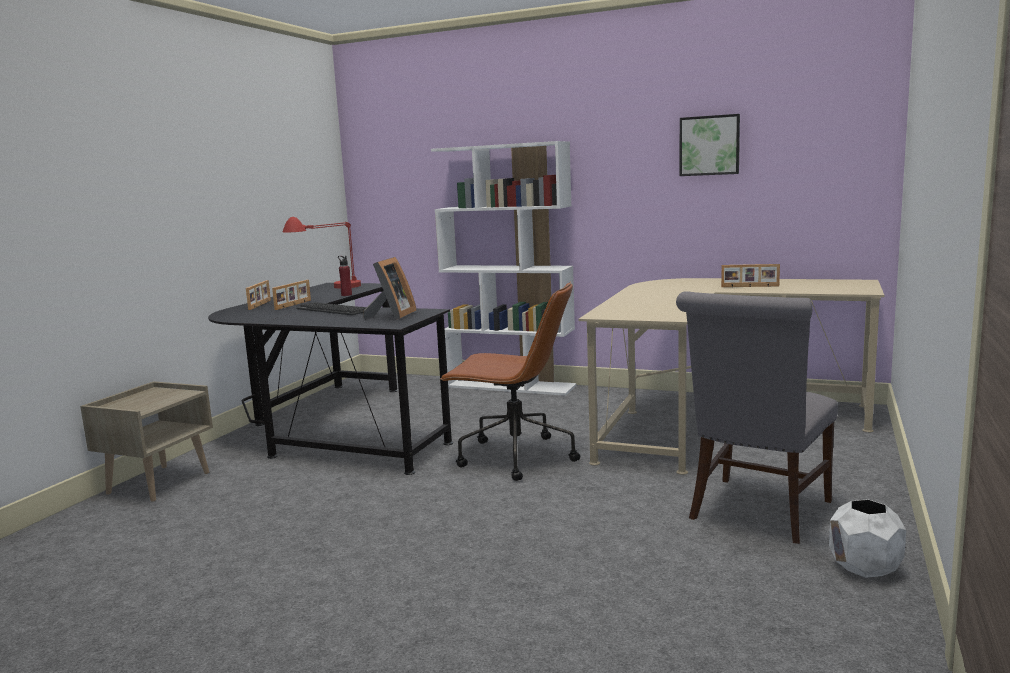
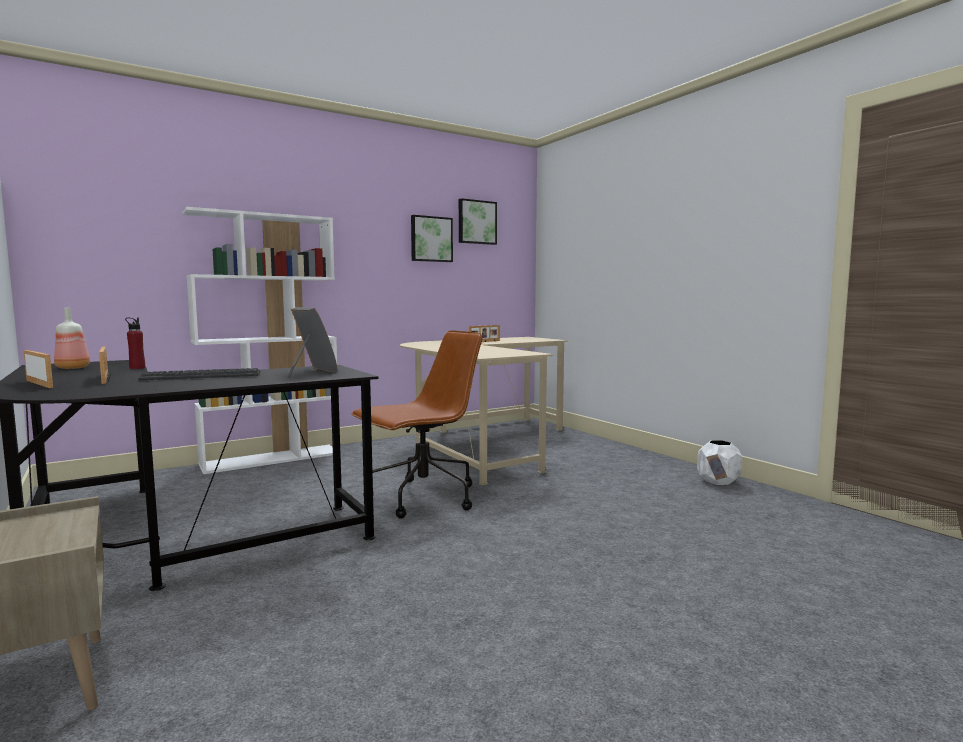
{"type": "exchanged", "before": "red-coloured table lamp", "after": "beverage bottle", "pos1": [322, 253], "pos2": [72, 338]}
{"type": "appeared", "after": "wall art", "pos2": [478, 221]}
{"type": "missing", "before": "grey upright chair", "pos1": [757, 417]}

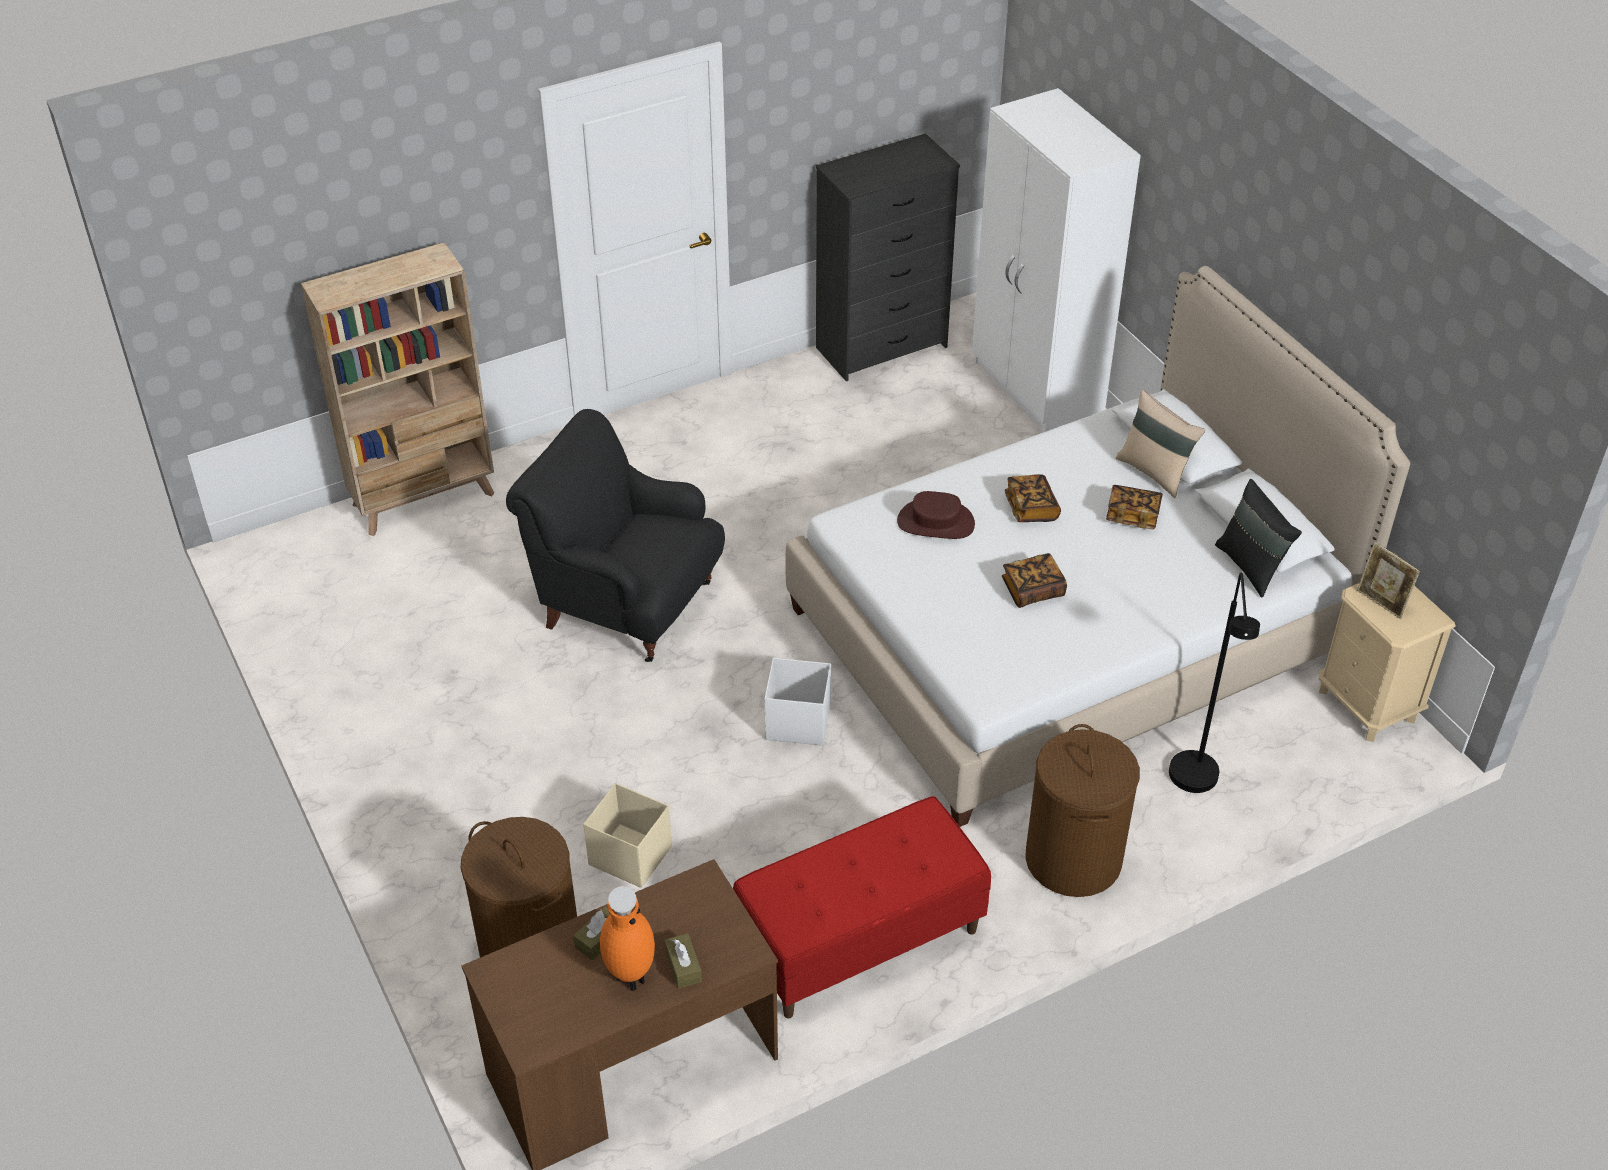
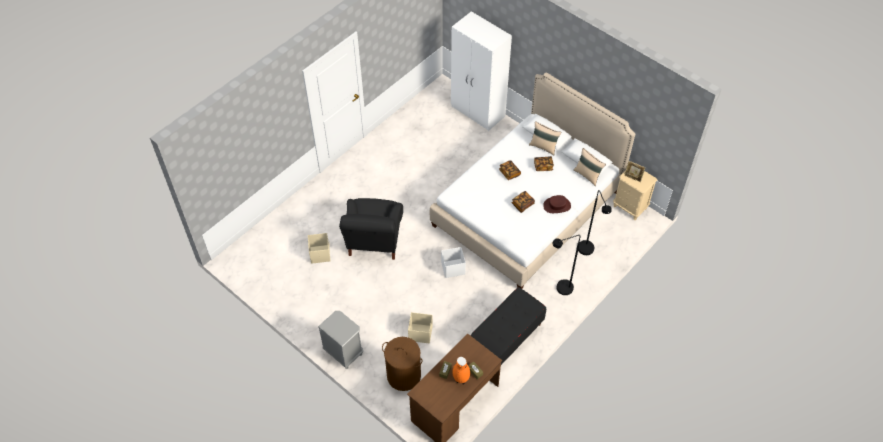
{"type": "appeared", "after": "beige-coloured storage box", "pos2": [319, 248]}
{"type": "appeared", "after": "grey bedside table", "pos2": [340, 340]}
{"type": "spun", "before": "blackish lounge chair", "pos1": [615, 535], "pos2": [371, 229], "turn": -90}
{"type": "colour", "before": "red-coloured long seat", "after": "blackish long seat", "pos1": [862, 907], "pos2": [508, 326]}
{"type": "relocated", "before": "brown wearable hat", "pos1": [936, 515], "pos2": [557, 204]}
{"type": "exchanged", "before": "brown washing basket", "after": "blackish floor lamp", "pos1": [1082, 810], "pos2": [566, 265]}
{"type": "colour", "before": "blackish throw pillow", "after": "beige-coloured throw pillow", "pos1": [1258, 538], "pos2": [590, 167]}
{"type": "missing", "before": "beige-coloured shelving unit", "pos1": [397, 389]}
{"type": "missing", "before": "blackish chest of drawers", "pos1": [888, 257]}

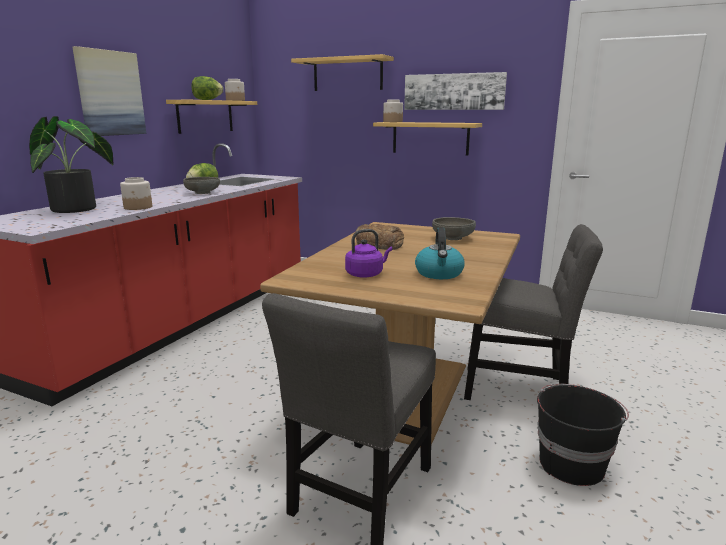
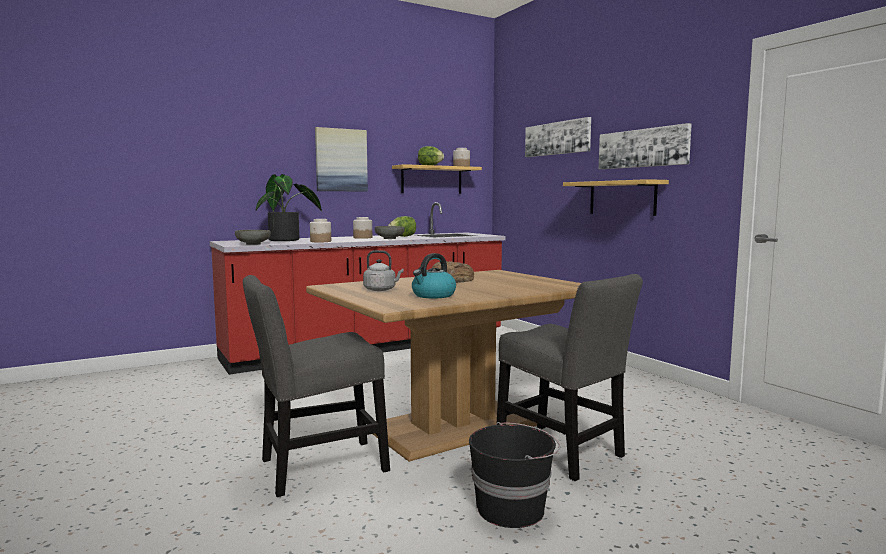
{"type": "relocated", "before": "grey bowl", "pos1": [454, 228], "pos2": [253, 237]}
{"type": "relocated", "before": "storage jar", "pos1": [393, 111], "pos2": [362, 228]}
{"type": "colour", "before": "purple-coloured tea kettle", "after": "grey tea kettle", "pos1": [368, 253], "pos2": [383, 270]}
{"type": "exchanged", "before": "bracket shelf", "after": "wall art", "pos1": [342, 72], "pos2": [558, 137]}

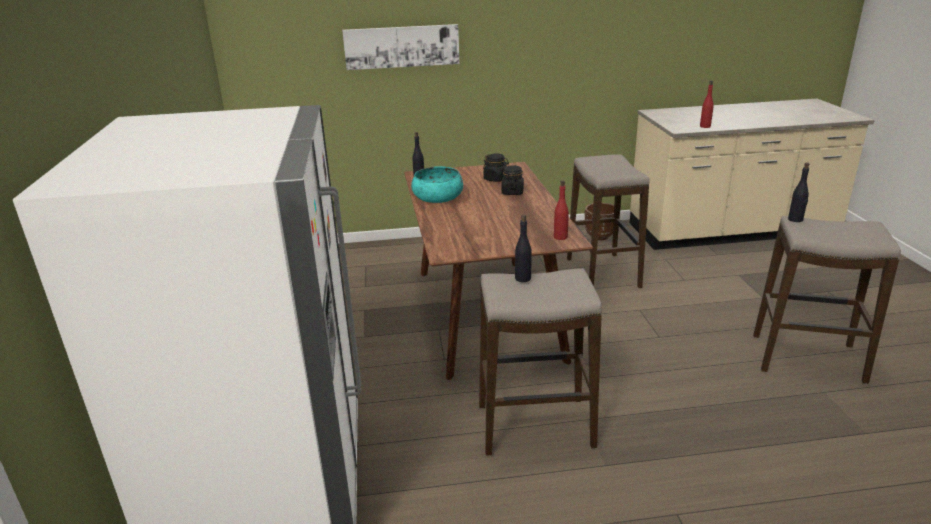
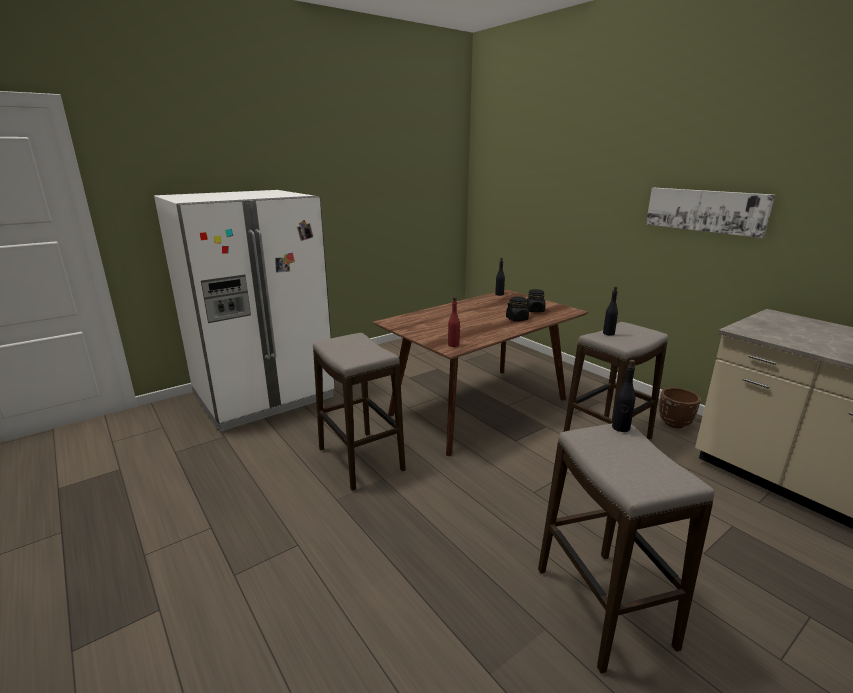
{"type": "relocated", "before": "blackish beverage bottle", "pos1": [523, 248], "pos2": [610, 310]}
{"type": "relocated", "before": "wall art", "pos1": [401, 47], "pos2": [710, 213]}
{"type": "missing", "before": "turquoise-coloured bowl", "pos1": [437, 184]}
{"type": "missing", "before": "red-coloured beverage bottle", "pos1": [707, 104]}

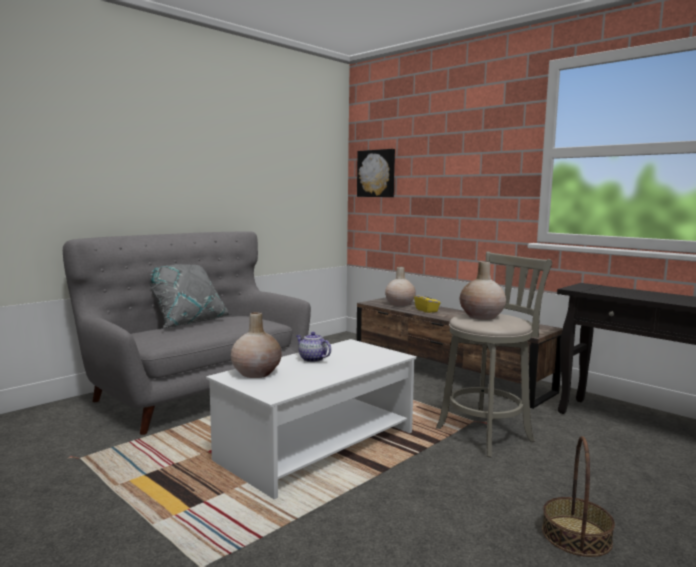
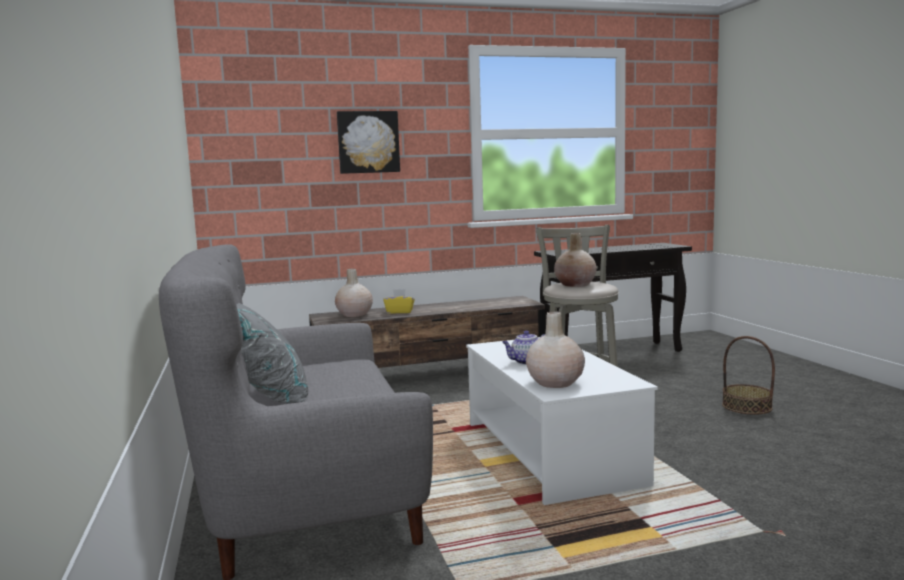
{"type": "relocated", "before": "wall art", "pos1": [376, 173], "pos2": [368, 142]}

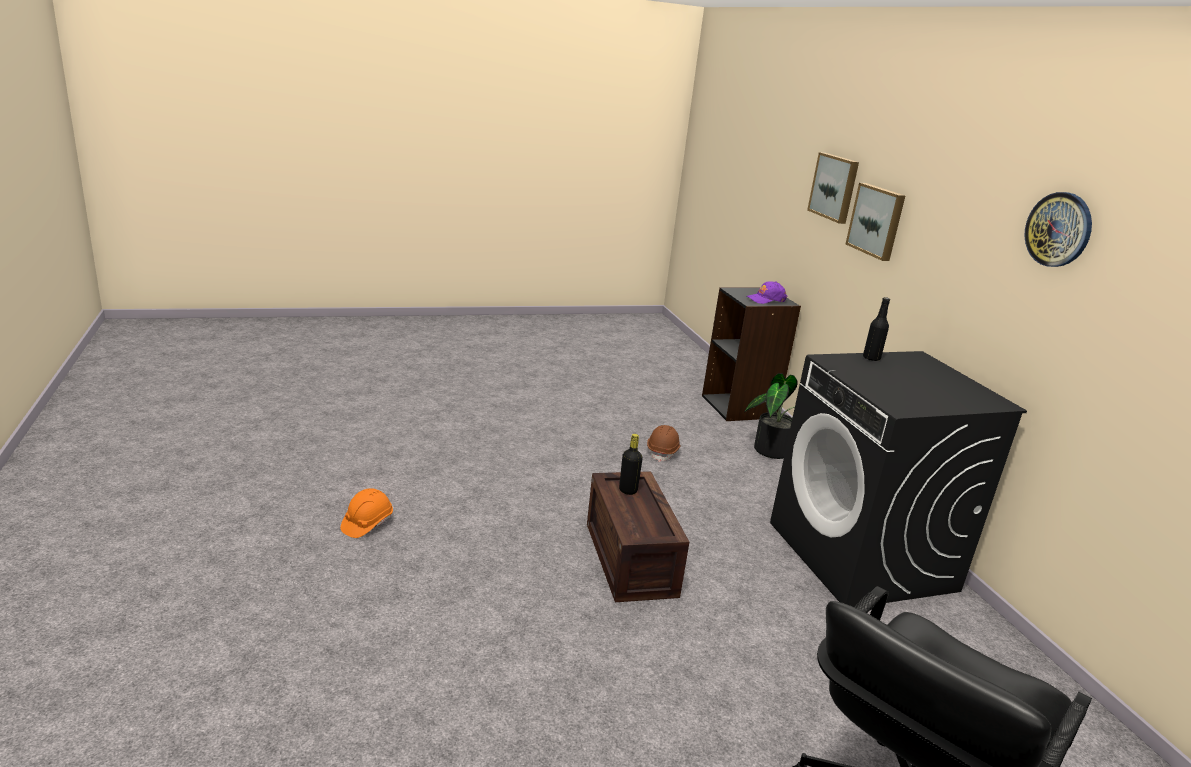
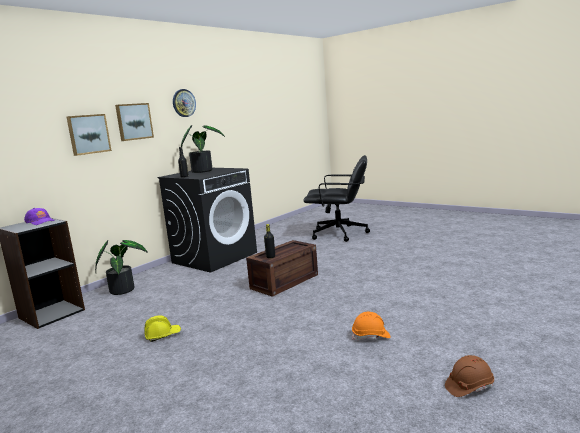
{"type": "relocated", "before": "wall art", "pos1": [833, 188], "pos2": [134, 122]}
{"type": "appeared", "after": "yellowish hard hat", "pos2": [162, 329]}
{"type": "appeared", "after": "plant in a pot", "pos2": [203, 149]}
{"type": "relocated", "before": "brown hard hat", "pos1": [664, 443], "pos2": [469, 376]}

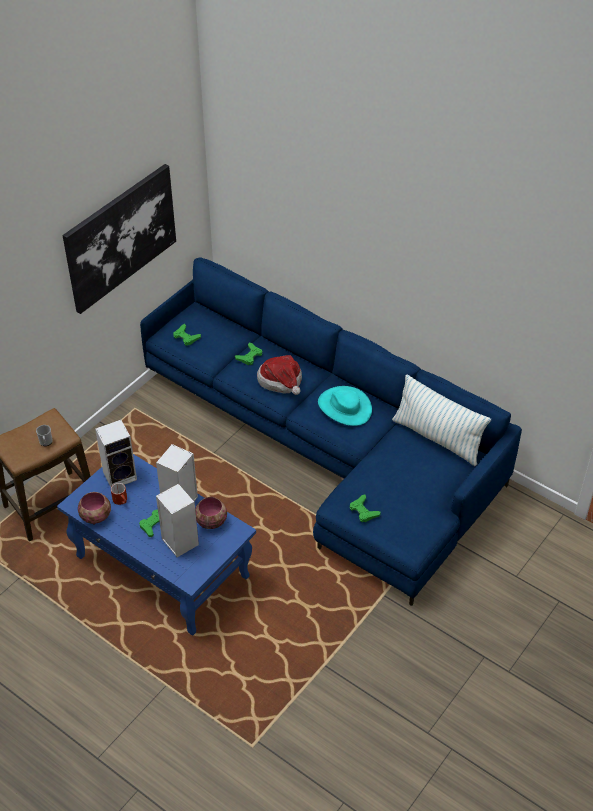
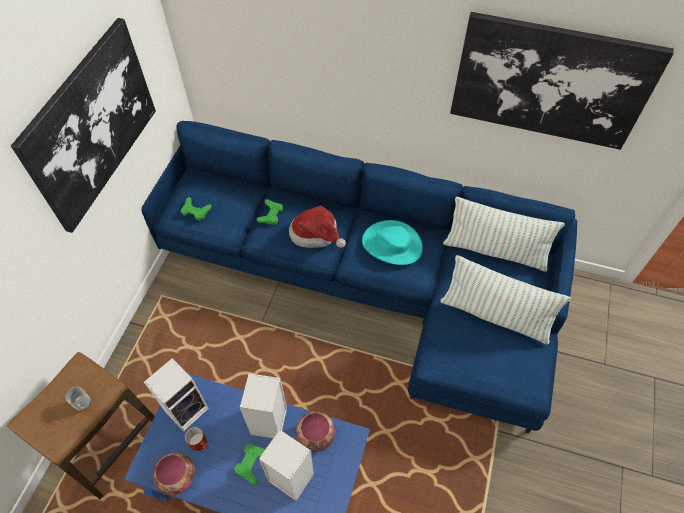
{"type": "appeared", "after": "throw pillow", "pos2": [505, 300]}
{"type": "appeared", "after": "wall art", "pos2": [562, 81]}
{"type": "missing", "before": "green joypad", "pos1": [365, 508]}

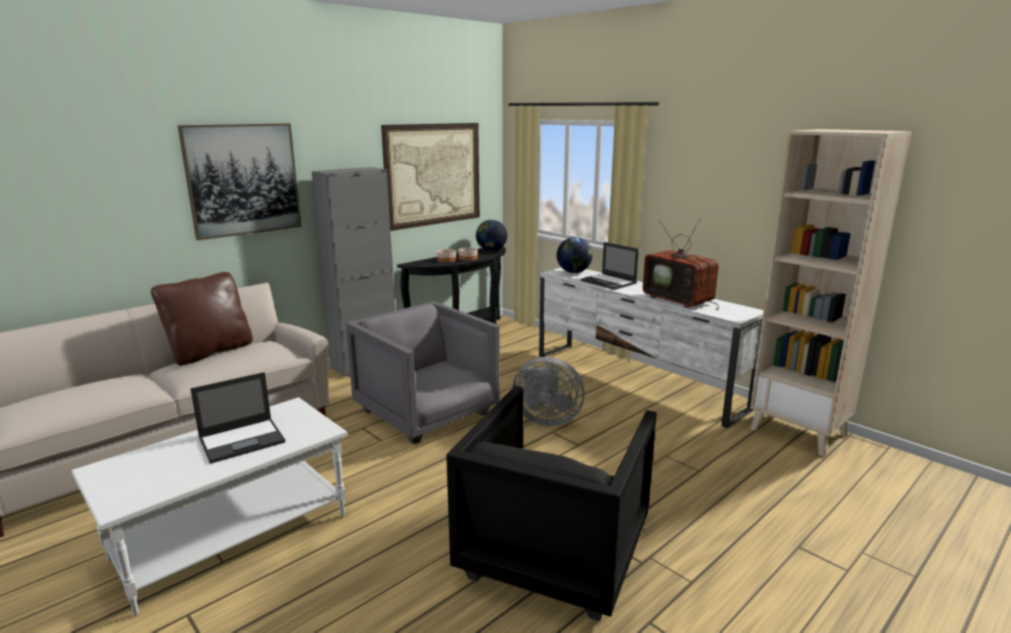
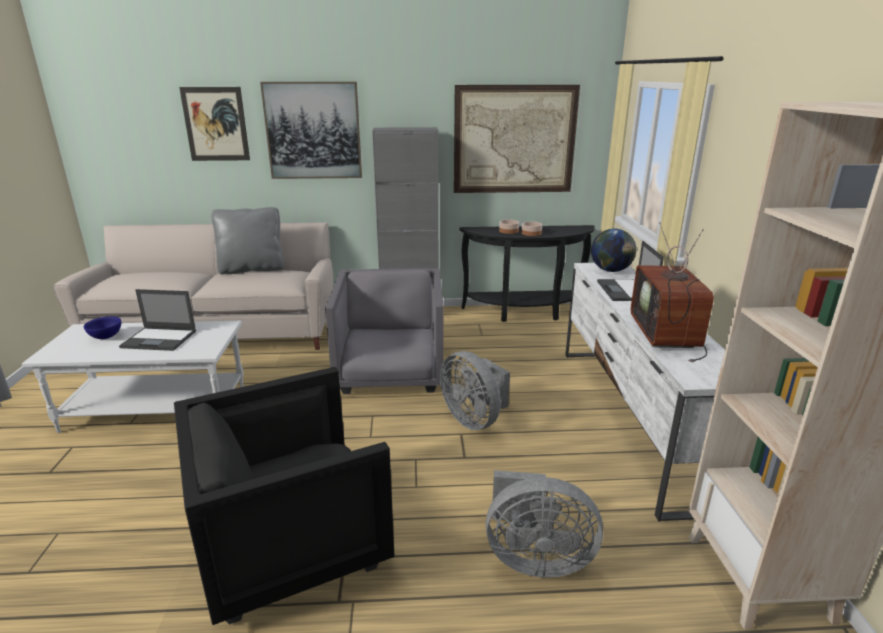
{"type": "appeared", "after": "blue bowl", "pos2": [102, 327]}
{"type": "appeared", "after": "wall art", "pos2": [214, 124]}
{"type": "colour", "before": "brown throw pillow", "after": "grey throw pillow", "pos1": [202, 319], "pos2": [247, 241]}
{"type": "appeared", "after": "grey cooling fan", "pos2": [544, 524]}
{"type": "missing", "before": "world globe", "pos1": [491, 235]}

